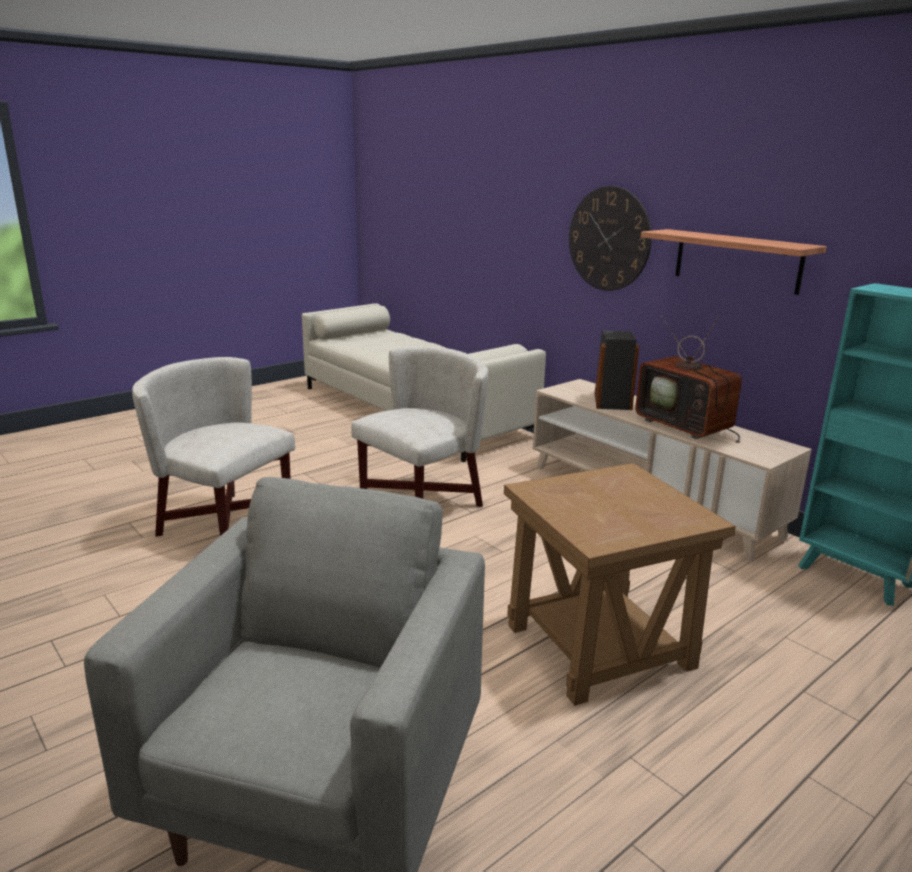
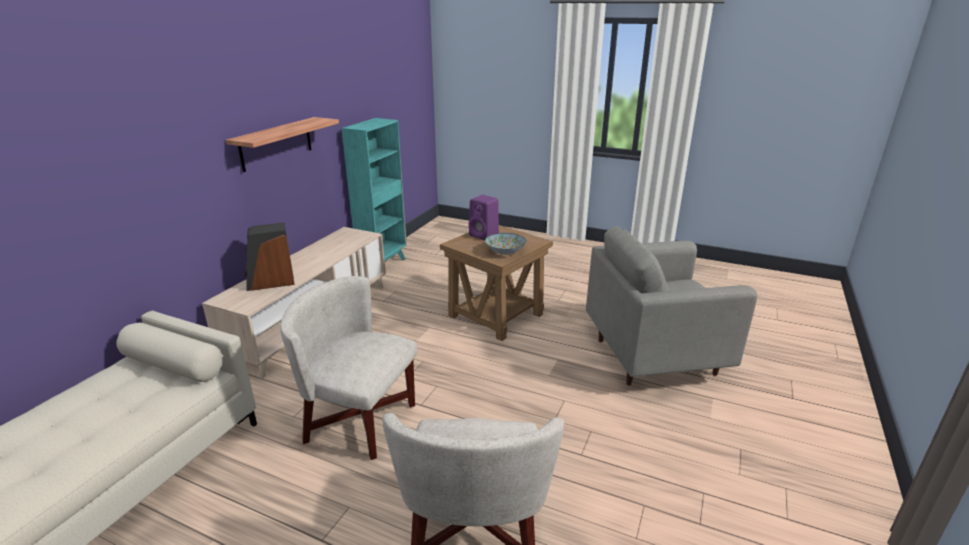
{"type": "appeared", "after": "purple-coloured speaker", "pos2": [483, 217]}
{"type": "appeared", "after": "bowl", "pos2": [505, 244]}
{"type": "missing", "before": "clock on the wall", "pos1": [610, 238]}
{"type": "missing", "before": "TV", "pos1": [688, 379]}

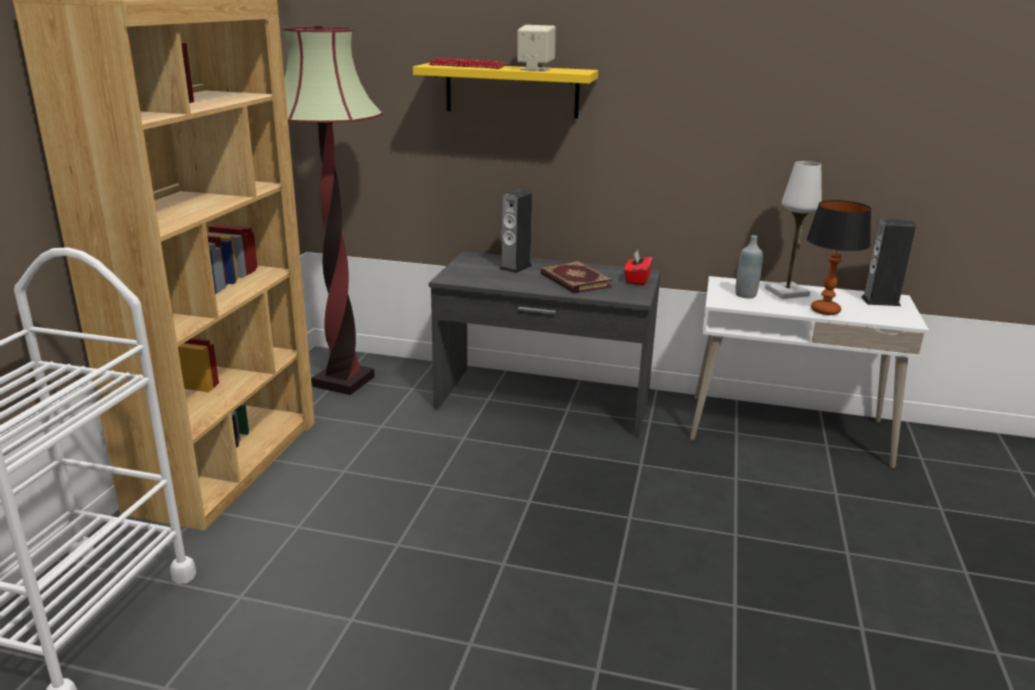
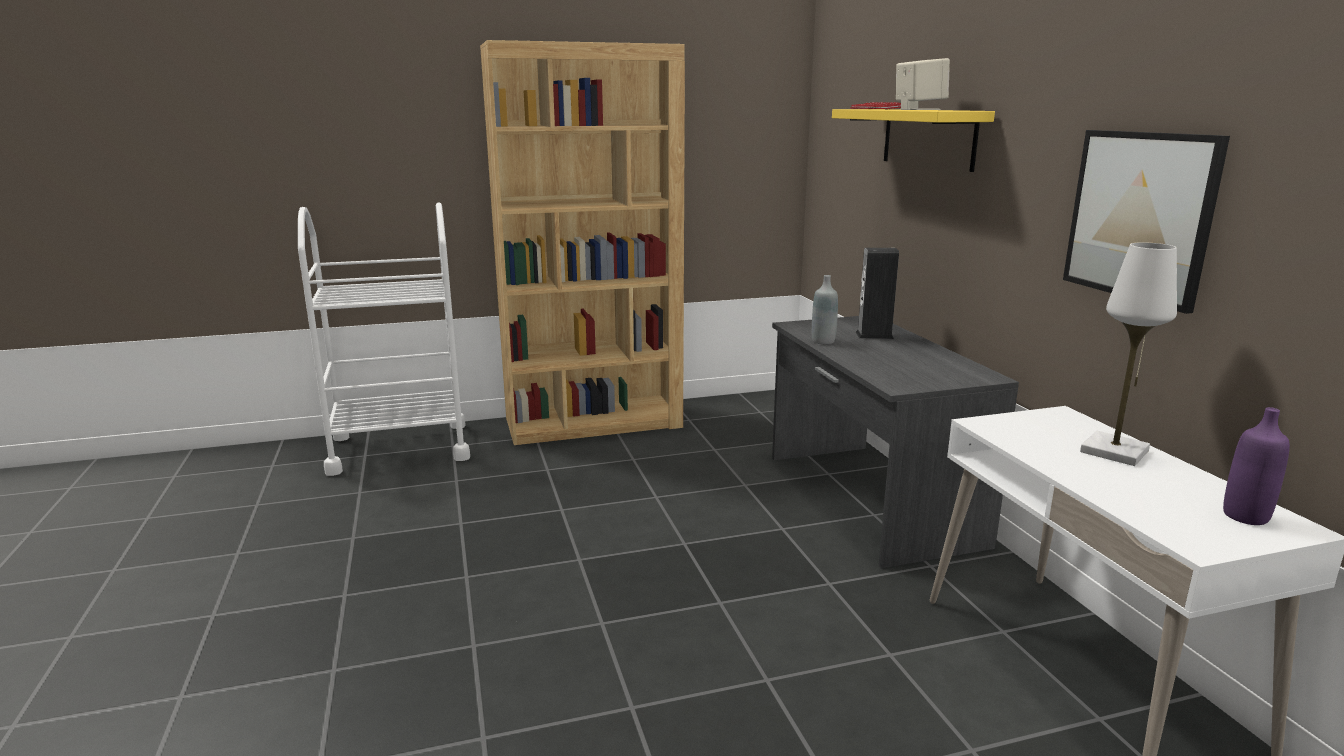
{"type": "relocated", "before": "grey beverage bottle", "pos1": [749, 266], "pos2": [825, 309]}
{"type": "appeared", "after": "wall art", "pos2": [1146, 222]}
{"type": "exchanged", "before": "speaker", "after": "purple-coloured beverage bottle", "pos1": [888, 262], "pos2": [1256, 466]}
{"type": "missing", "before": "floor lamp", "pos1": [333, 210]}
{"type": "missing", "before": "bound book", "pos1": [577, 277]}
{"type": "missing", "before": "red-coloured box of tissues", "pos1": [638, 267]}
{"type": "missing", "before": "table lamp", "pos1": [839, 257]}

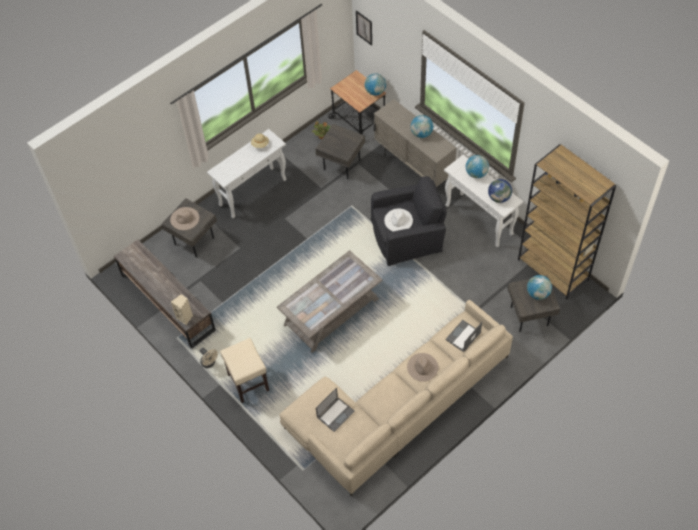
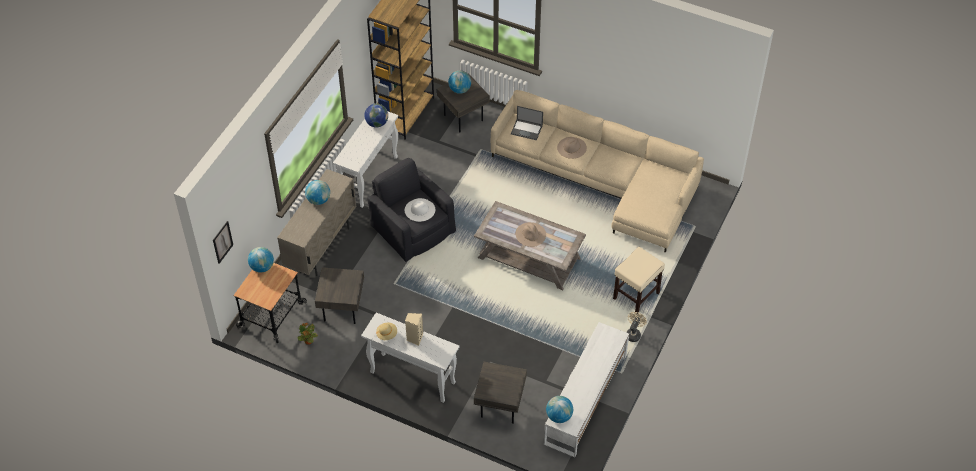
{"type": "relocated", "before": "beige-coloured speaker", "pos1": [182, 309], "pos2": [414, 329]}
{"type": "relocated", "before": "beige-coloured wearable hat", "pos1": [184, 218], "pos2": [531, 234]}
{"type": "colour", "before": "brown tv stand", "after": "white tv stand", "pos1": [165, 293], "pos2": [586, 390]}
{"type": "relocated", "before": "world globe", "pos1": [477, 166], "pos2": [559, 409]}
{"type": "missing", "before": "laptop", "pos1": [335, 409]}

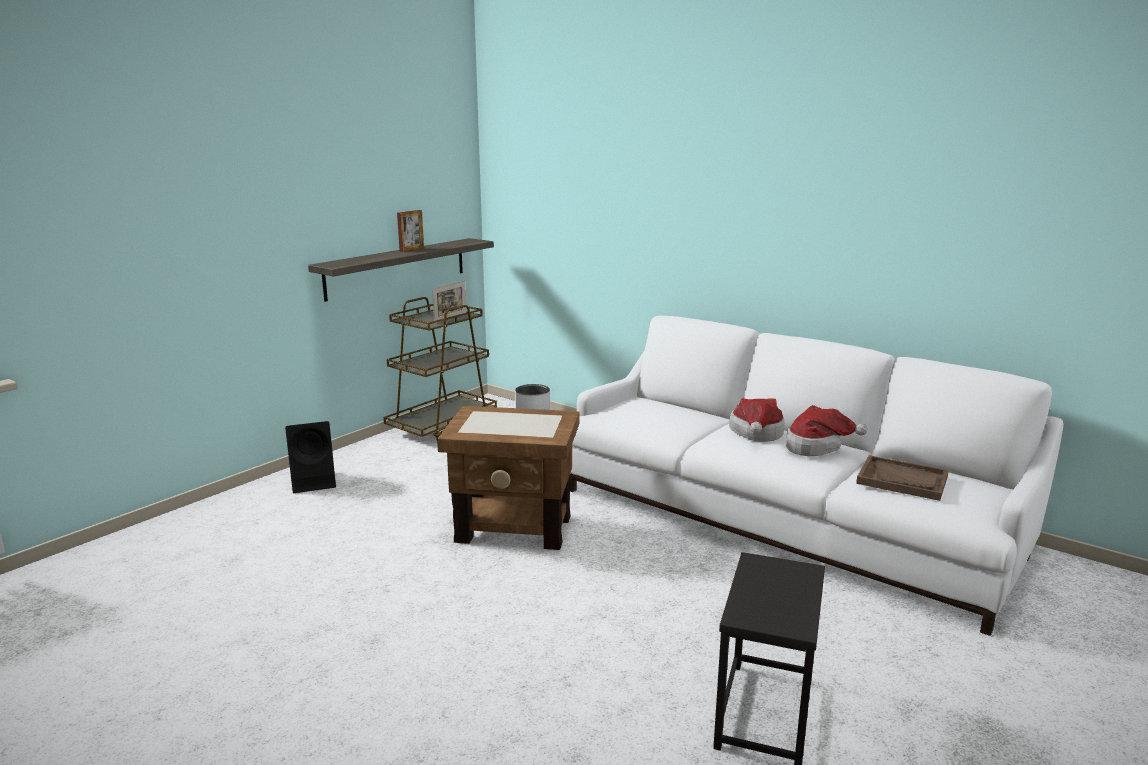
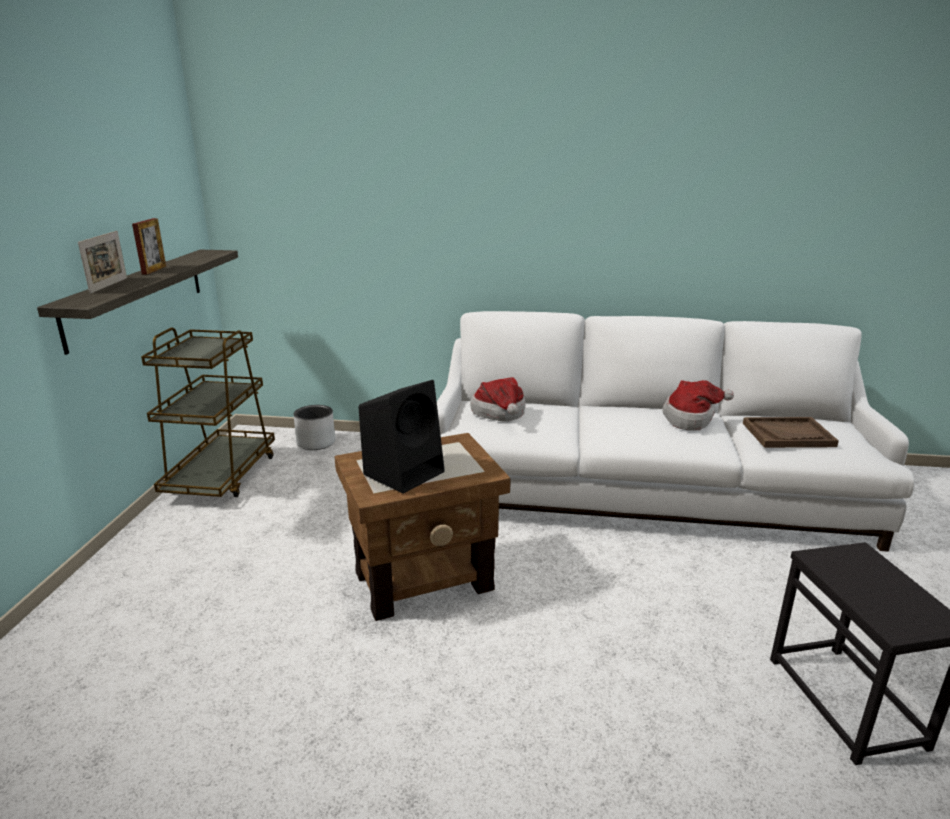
{"type": "relocated", "before": "photo frame", "pos1": [449, 301], "pos2": [102, 262]}
{"type": "relocated", "before": "blackish speaker", "pos1": [310, 457], "pos2": [401, 437]}
{"type": "relocated", "before": "wearable hat", "pos1": [757, 419], "pos2": [498, 399]}

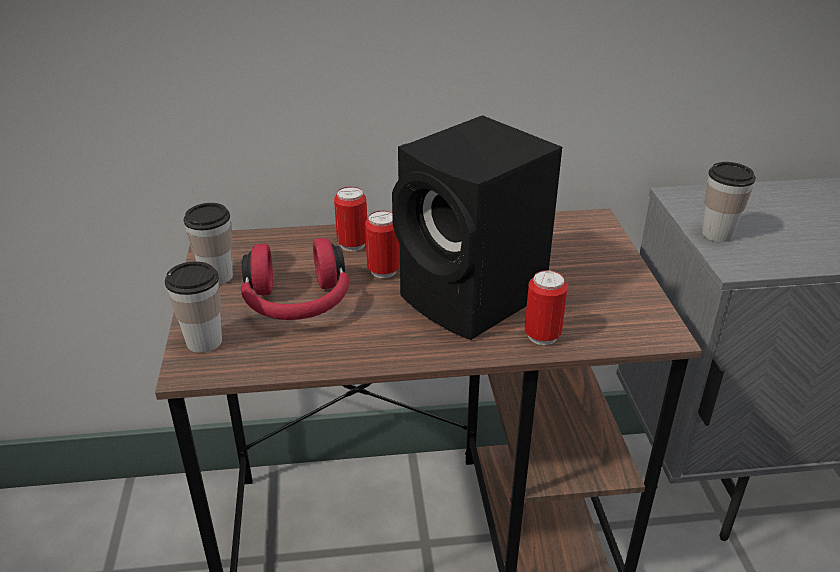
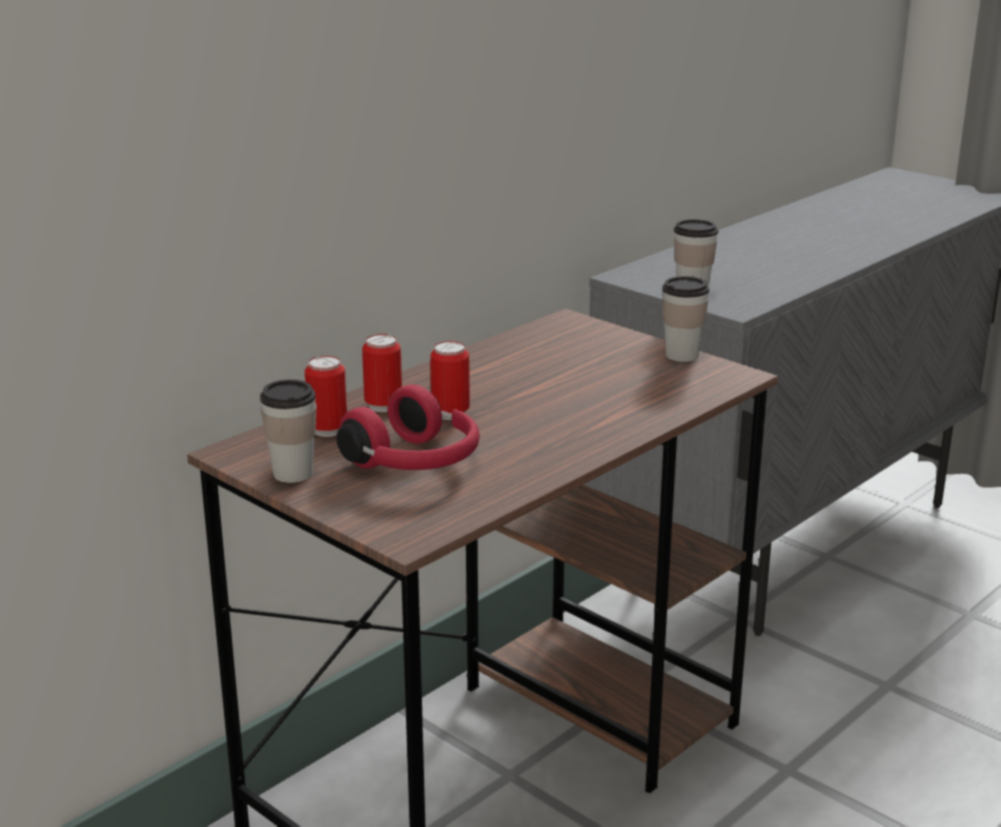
{"type": "relocated", "before": "metal can", "pos1": [546, 307], "pos2": [326, 396]}
{"type": "relocated", "before": "small cup", "pos1": [193, 307], "pos2": [685, 319]}
{"type": "missing", "before": "blackish speaker", "pos1": [477, 227]}

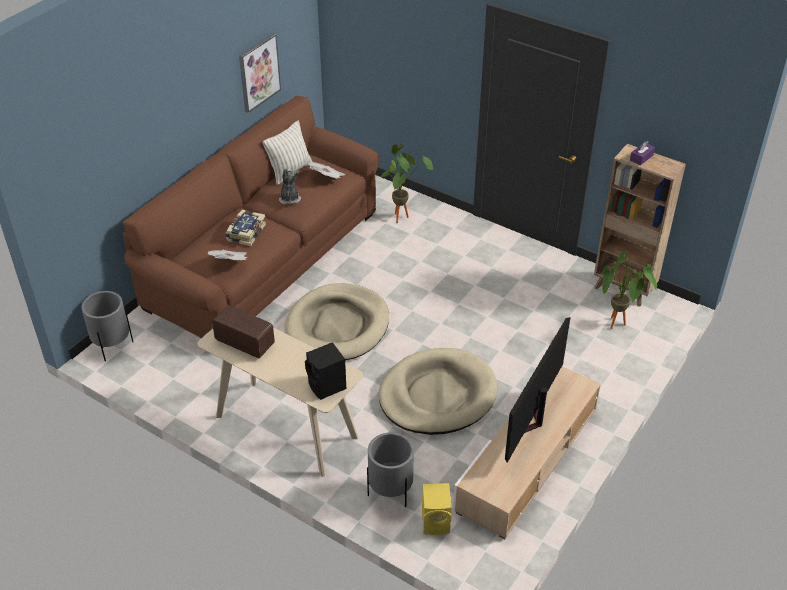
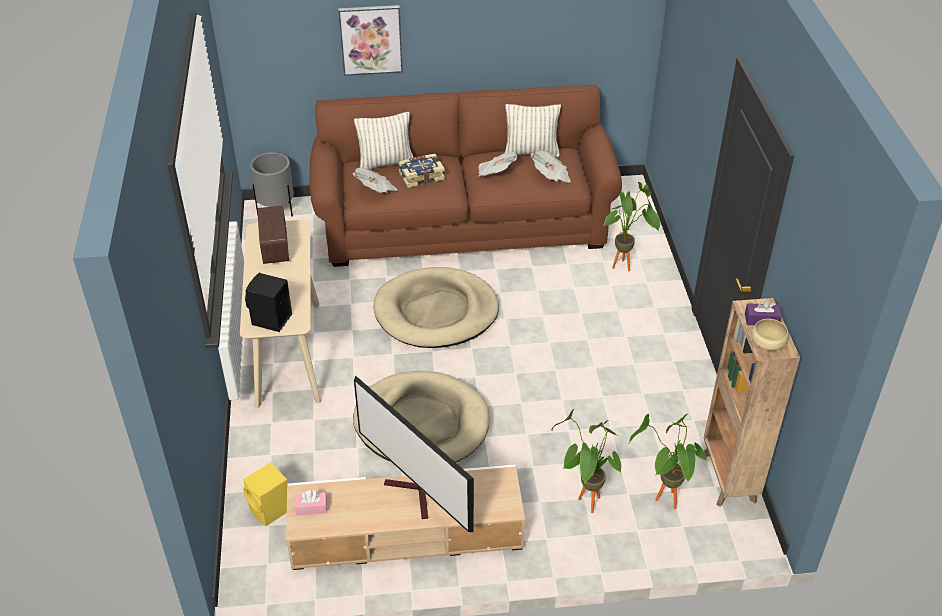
{"type": "appeared", "after": "pinkish box of tissues", "pos2": [311, 503]}
{"type": "relocated", "before": "wall art", "pos1": [260, 73], "pos2": [370, 40]}
{"type": "appeared", "after": "throw pillow", "pos2": [384, 140]}
{"type": "spun", "before": "TV", "pos1": [537, 390], "pos2": [414, 454], "turn": -120}
{"type": "exchanged", "before": "plush toy", "after": "printed paper", "pos1": [290, 186], "pos2": [497, 164]}
{"type": "appeared", "after": "plant in a pot", "pos2": [586, 460]}
{"type": "appeared", "after": "beige-coloured bowl", "pos2": [770, 335]}
{"type": "missing", "before": "grey flower pot", "pos1": [390, 470]}

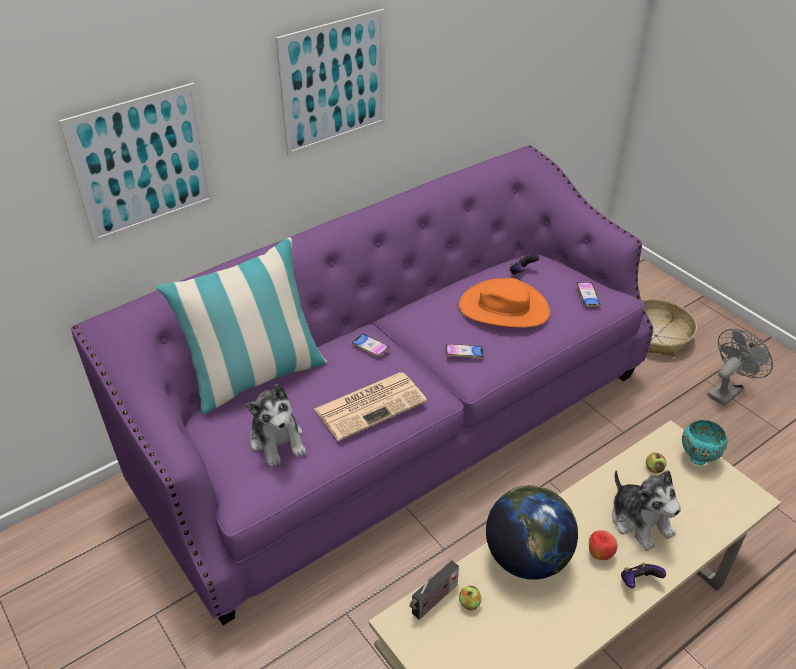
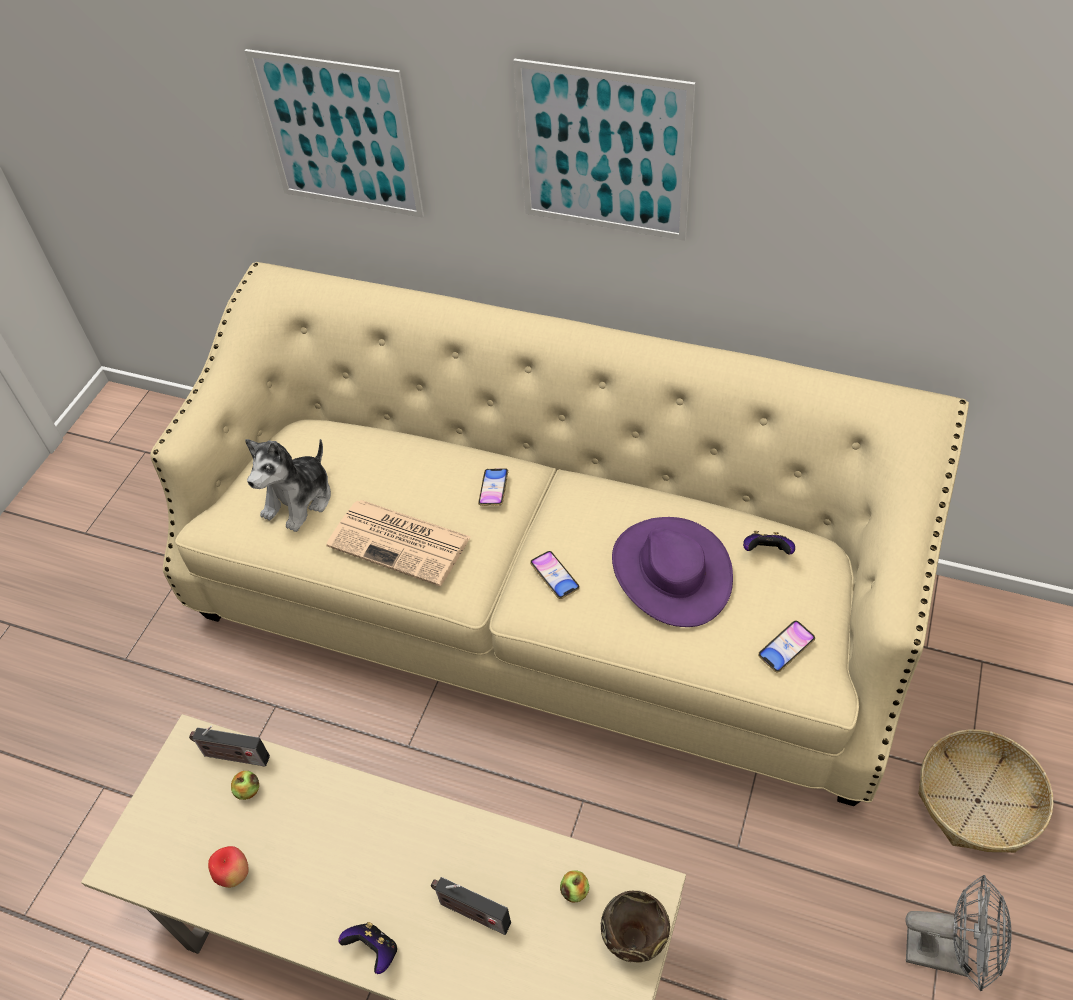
{"type": "colour", "before": "purple-coloured sofa", "after": "beige-coloured sofa", "pos1": [361, 385], "pos2": [559, 534]}
{"type": "relocated", "before": "apple", "pos1": [603, 545], "pos2": [228, 867]}
{"type": "exchanged", "before": "plush toy", "after": "radio set", "pos1": [646, 510], "pos2": [471, 906]}
{"type": "colour", "before": "turquoise-coloured bowl", "after": "brown bowl", "pos1": [704, 442], "pos2": [635, 927]}
{"type": "colour", "before": "orange wearable hat", "after": "purple-coloured wearable hat", "pos1": [504, 303], "pos2": [672, 572]}
{"type": "missing", "before": "throw pillow", "pos1": [242, 326]}
{"type": "missing", "before": "world globe", "pos1": [532, 532]}

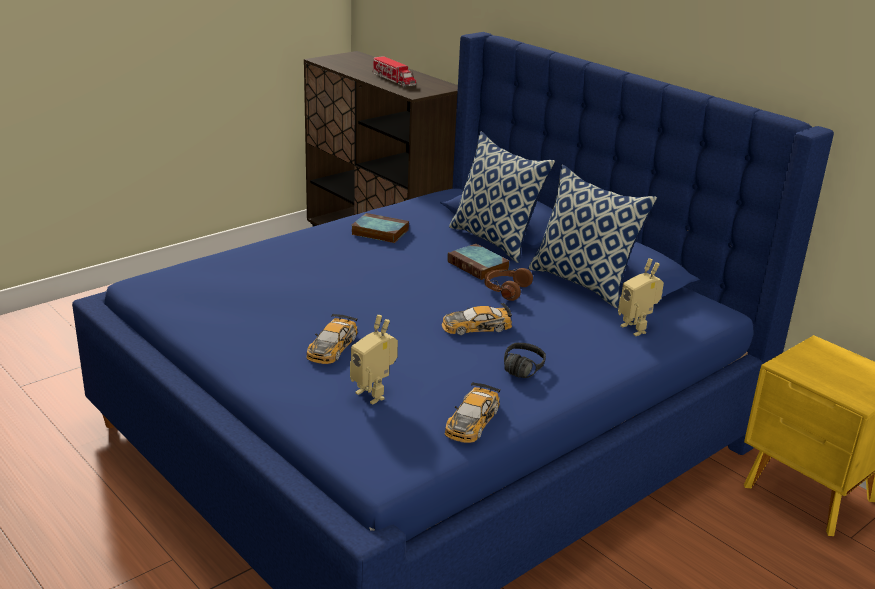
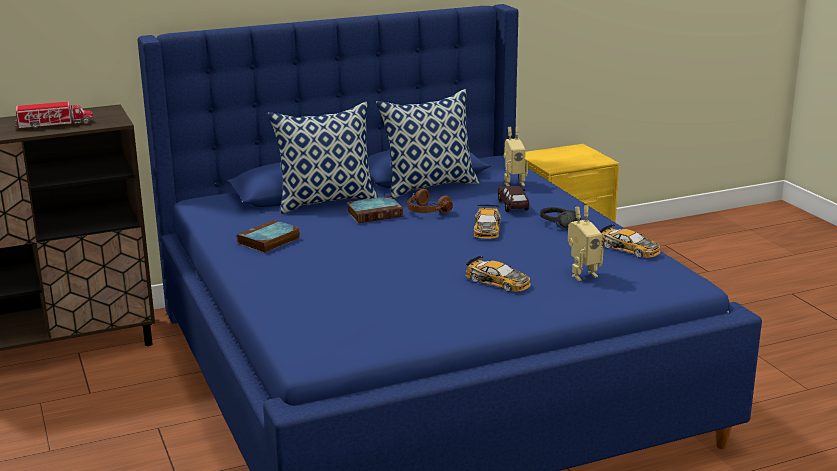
{"type": "appeared", "after": "brown toy car", "pos2": [513, 199]}

